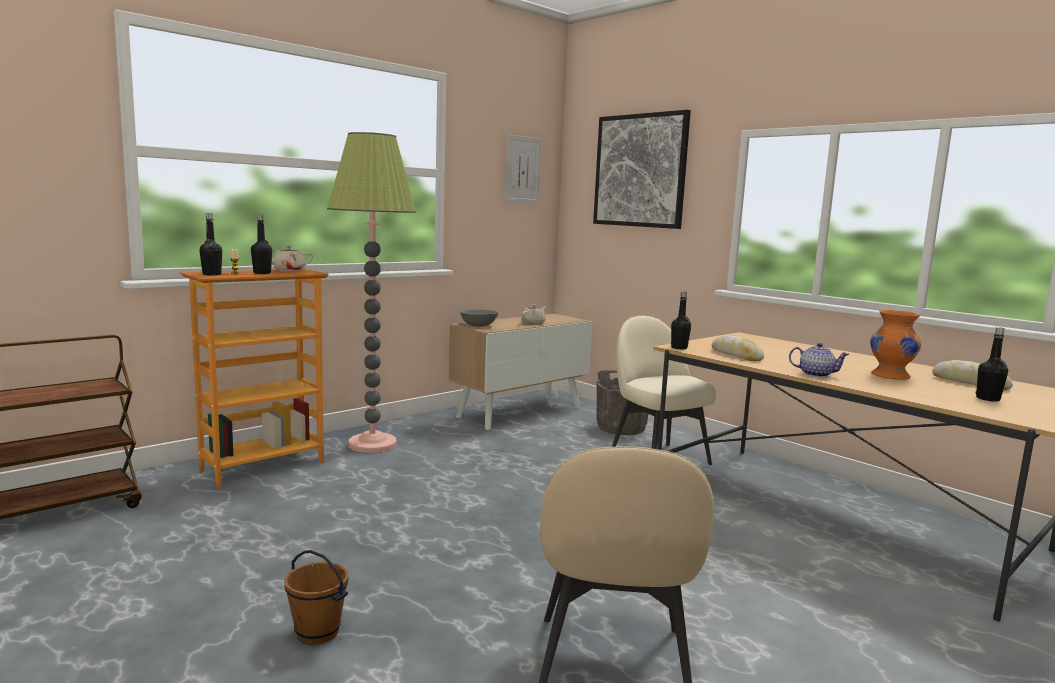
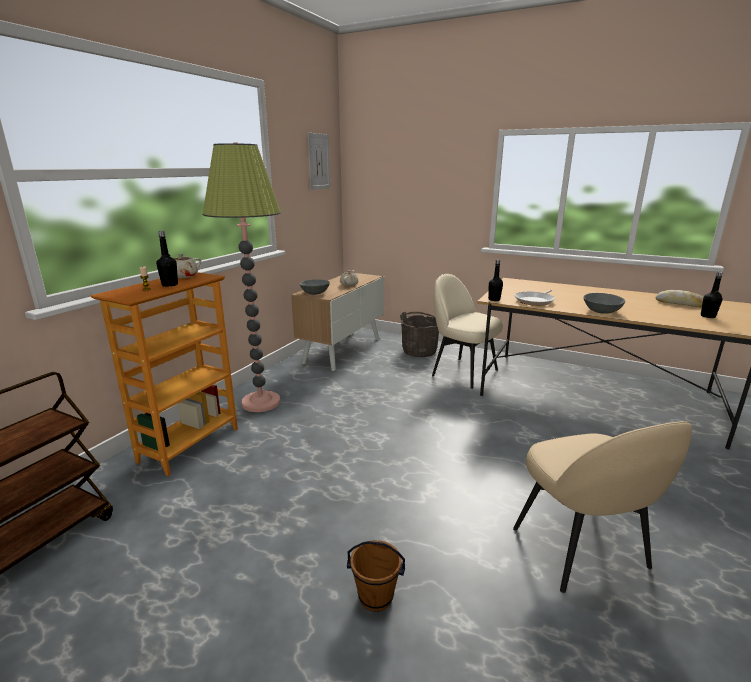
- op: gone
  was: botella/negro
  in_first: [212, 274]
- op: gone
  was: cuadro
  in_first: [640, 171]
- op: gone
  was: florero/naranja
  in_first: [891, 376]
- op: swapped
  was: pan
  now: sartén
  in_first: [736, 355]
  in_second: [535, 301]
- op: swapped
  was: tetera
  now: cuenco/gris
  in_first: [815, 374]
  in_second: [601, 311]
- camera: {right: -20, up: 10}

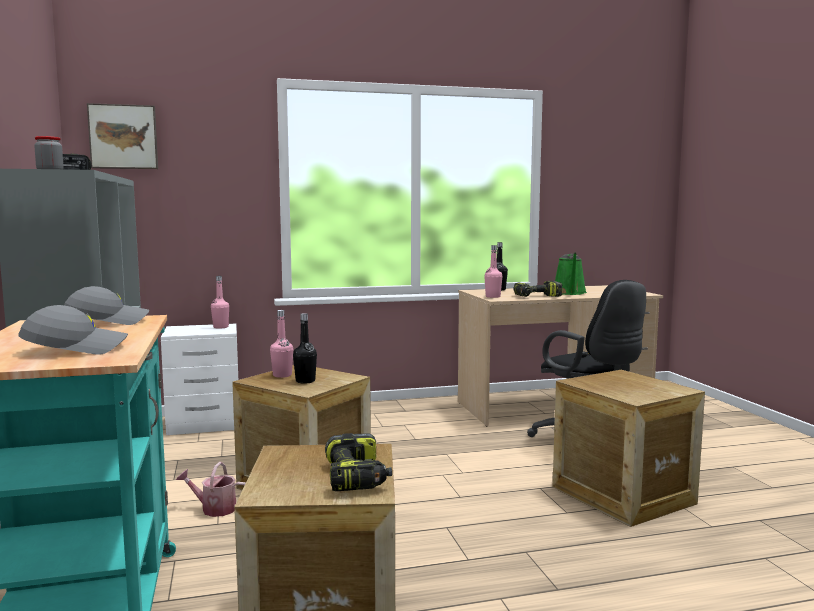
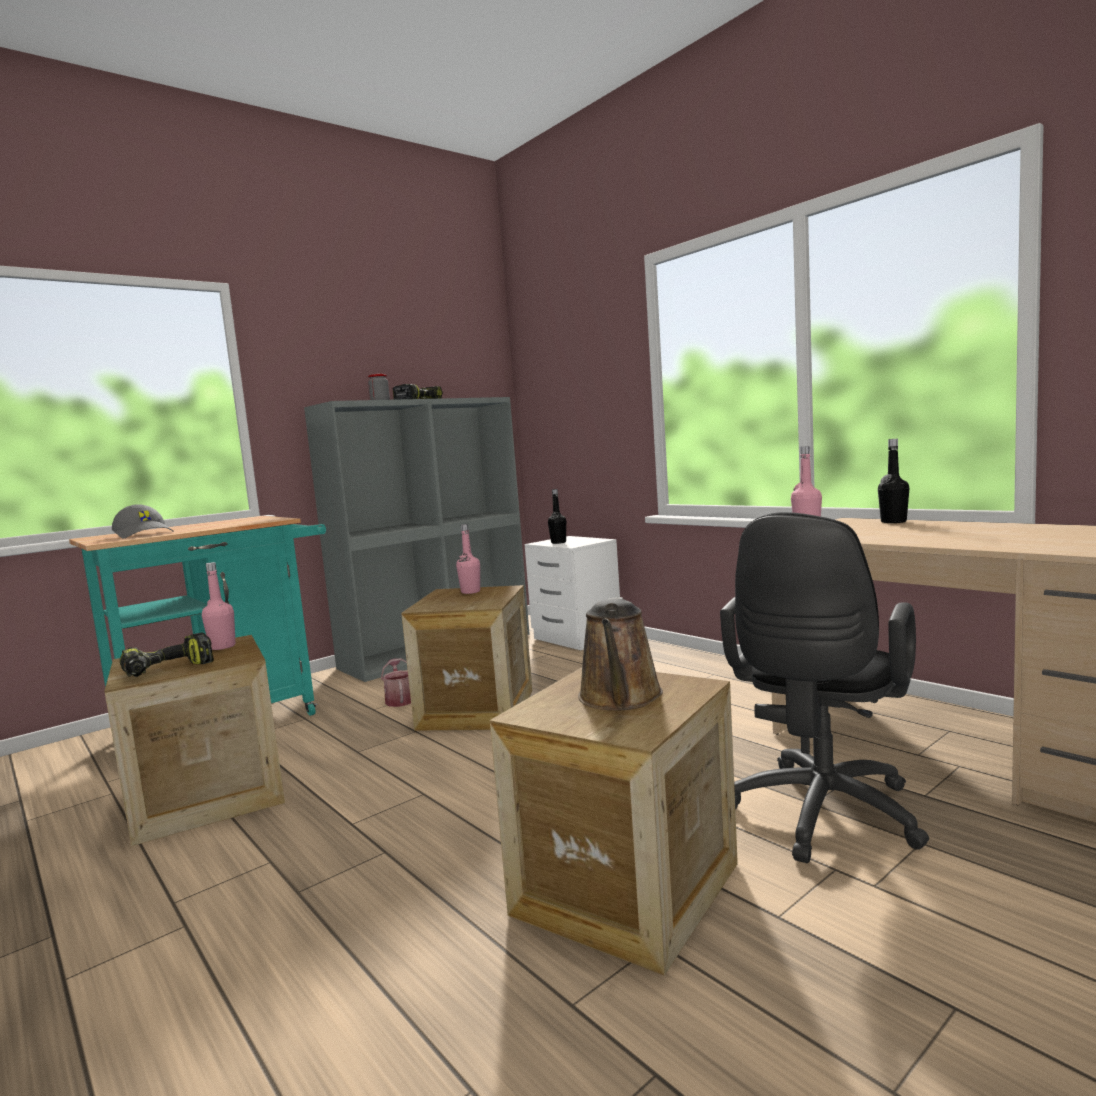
- op: gone
  was: gorra/gris
  in_first: [108, 321]
- op: gone
  was: cuadro
  in_first: [123, 137]
- op: gone
  was: taladro
  in_first: [537, 297]
- op: gone
  was: regadera/verde
  in_first: [570, 293]
- op: new
  now: regadera/marrón
  in_second: [620, 698]
- op: shifted
  was: botella/rosa
  in_first: [220, 327]
  in_second: [222, 647]
- op: shifted
  was: botella/negro
  in_first: [305, 381]
  in_second: [558, 542]
- camera: {right: 65, up: 0}

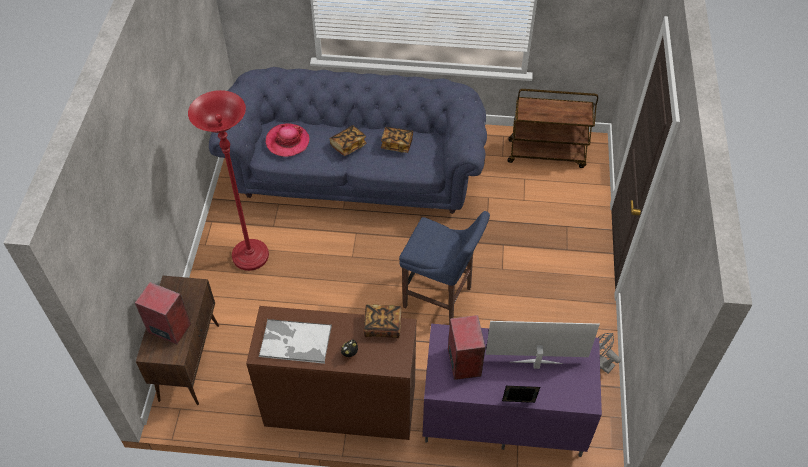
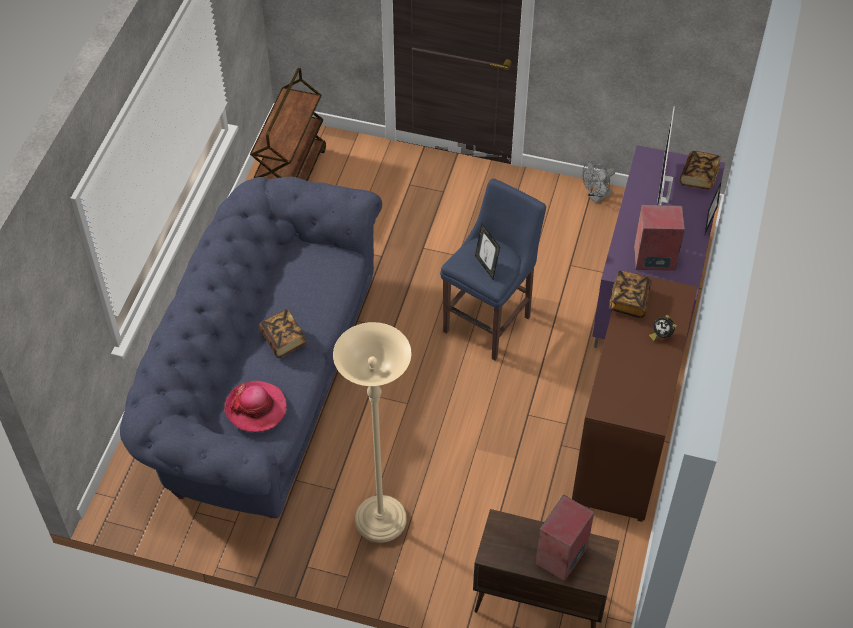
- op: gone
  was: bandeja
  in_first: [295, 341]
- op: new
  now: portarretratos
  in_second: [486, 266]
- op: shifted
  was: libro
  in_first: [397, 144]
  in_second: [698, 177]
- op: repainted
  was: lámpara de pie/rojo
  now: lámpara de pie/beis
  in_first: [250, 256]
  in_second: [381, 520]
- camera: {right: -80, up: 0}

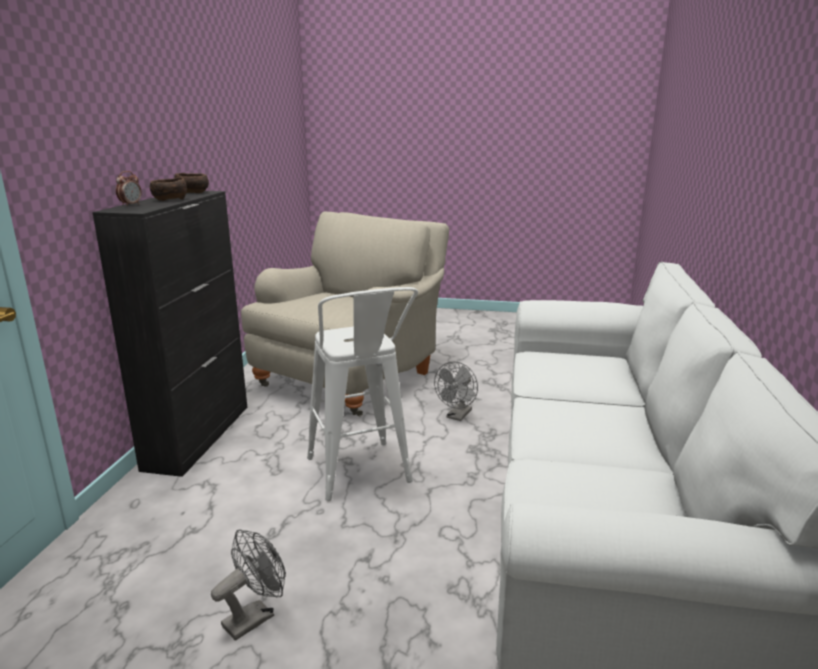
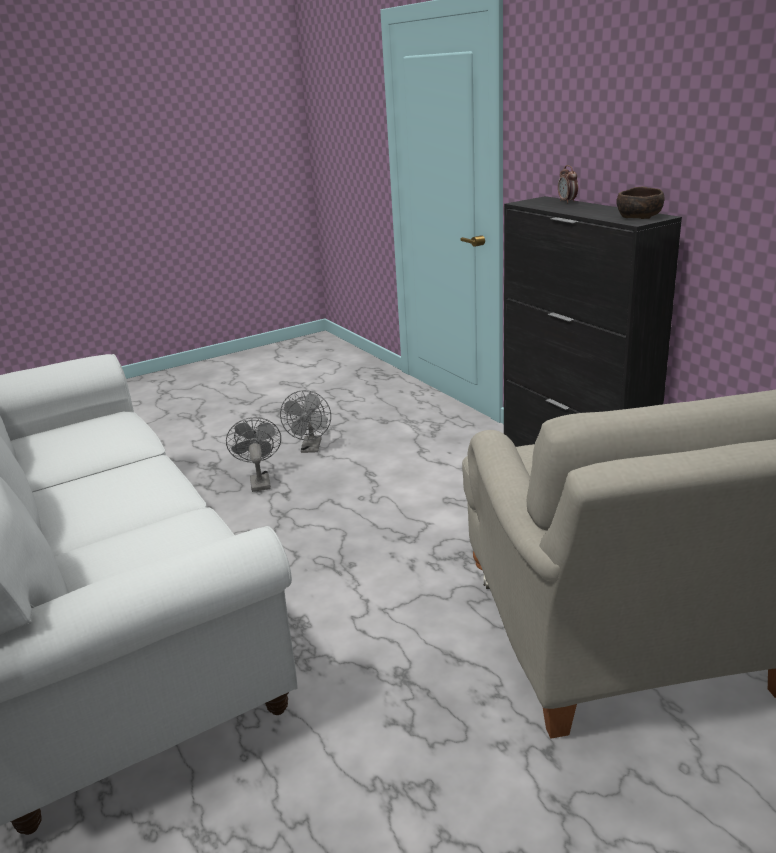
- op: gone
  was: cuenco/marrón
  in_first: [169, 199]
- op: gone
  was: taburete/blanco
  in_first: [361, 477]
- op: shifted
  was: ventilador/gris
  in_first: [457, 416]
  in_second: [259, 481]
- camera: {right: 140, up: 5}

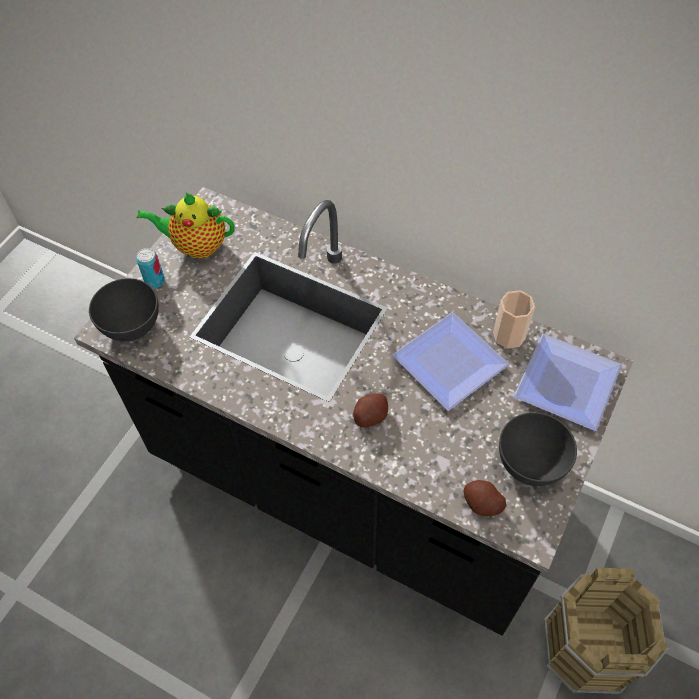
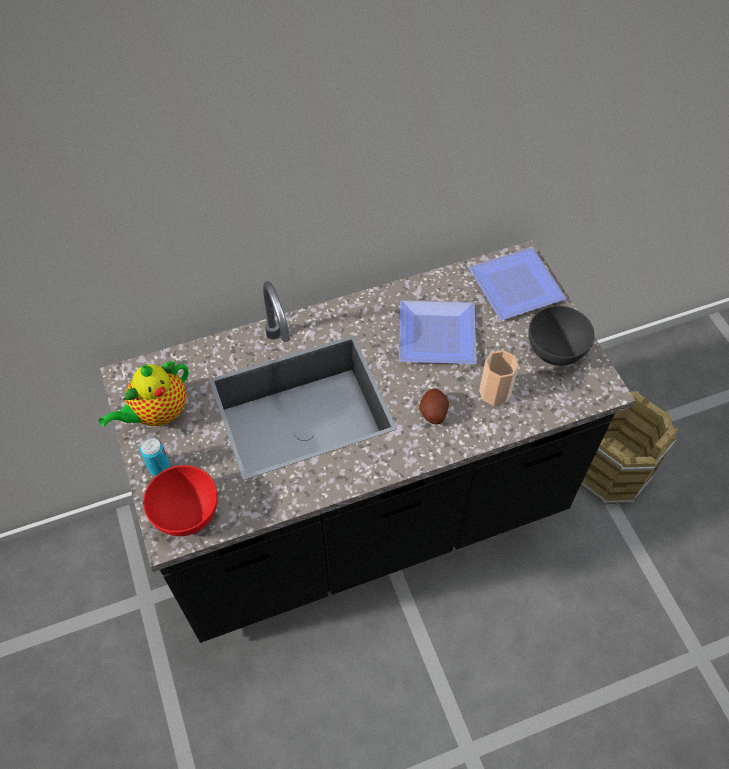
- op: gone
  was: patata
  in_first: [482, 504]
- op: shifted
  was: taza
  in_first: [509, 335]
  in_second: [495, 393]
- op: repainted
  was: cuenco/gris
  now: cuenco/rojo
  in_first: [132, 326]
  in_second: [187, 514]
- camera: {right: -50, up: 0}

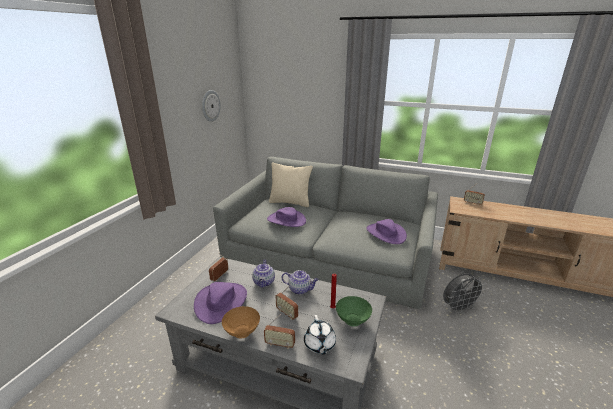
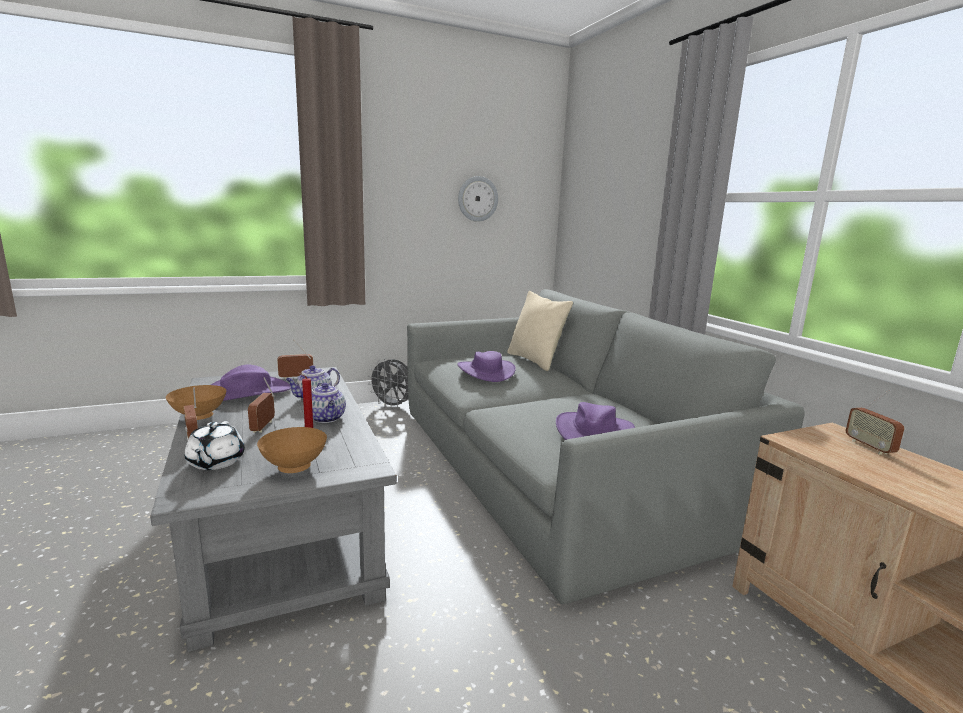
- op: shifted
  was: ventilador/gris
  in_first: [458, 308]
  in_second: [393, 406]
- op: repainted
  was: cuenco/verde
  now: cuenco/marrón
  in_first: [352, 320]
  in_second: [295, 468]
- op: rotated
  was: tetera/blanco
  in_first: [319, 344]
  in_second: [215, 462]
  clockwise: -45
- camera: {right: 45, up: -10}

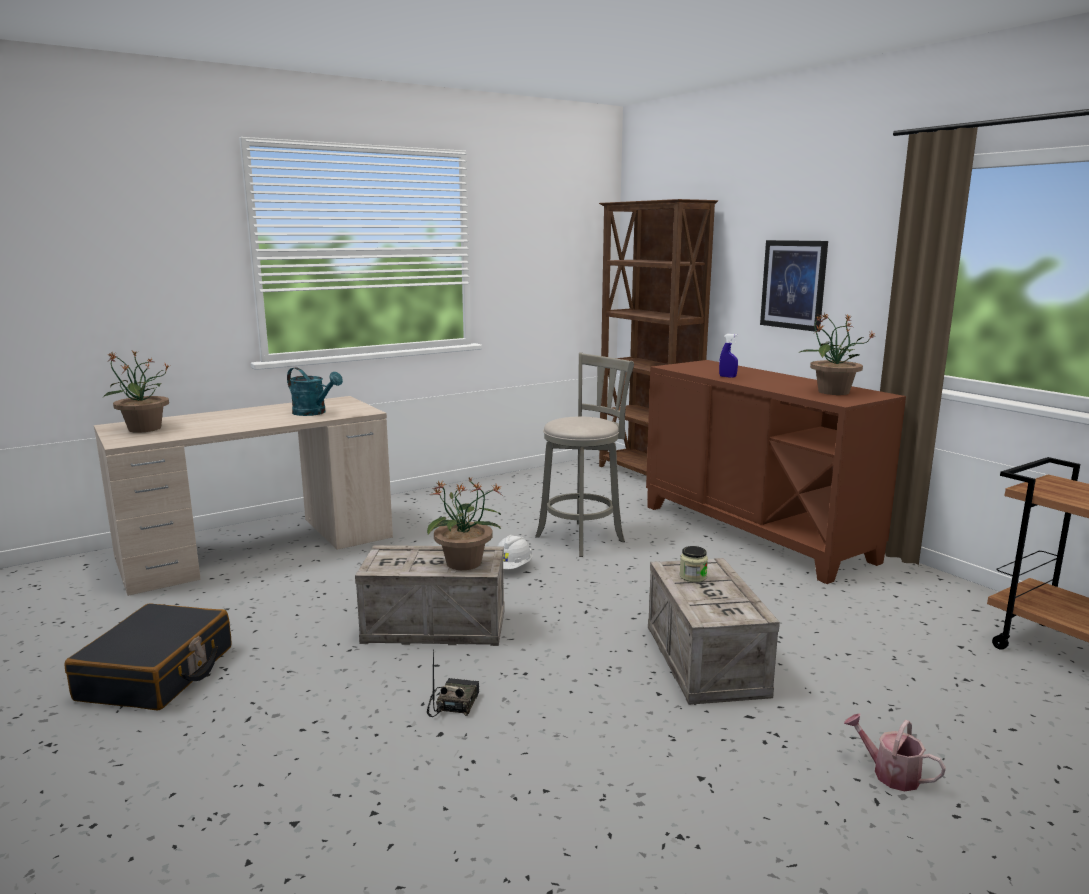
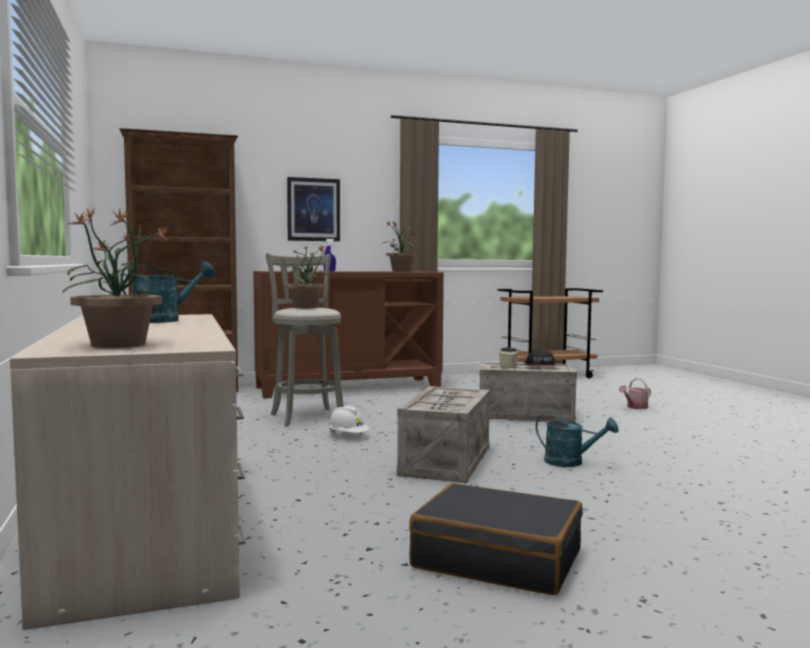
- op: new
  now: gorra
  in_second: [541, 367]
- op: shifted
  was: planta en maceta
  in_first: [465, 563]
  in_second: [306, 307]
- op: swapped
  was: radio
  now: regadera/turquesa
  in_first: [453, 704]
  in_second: [571, 462]
- camera: {right: -75, up: -10}

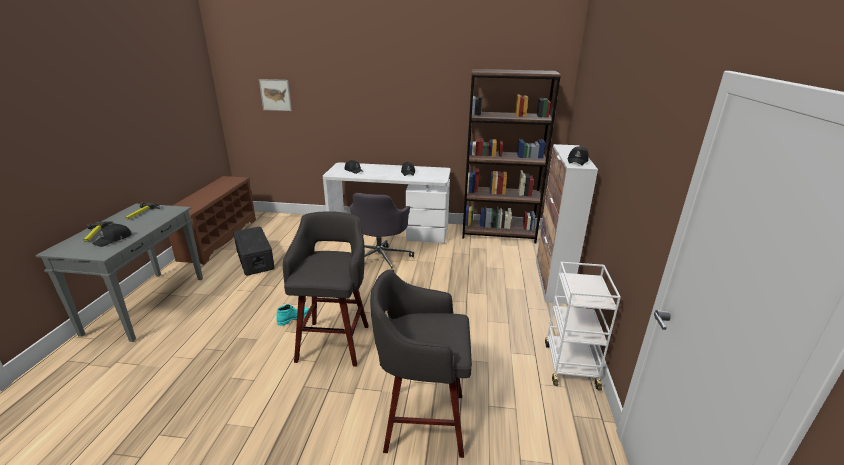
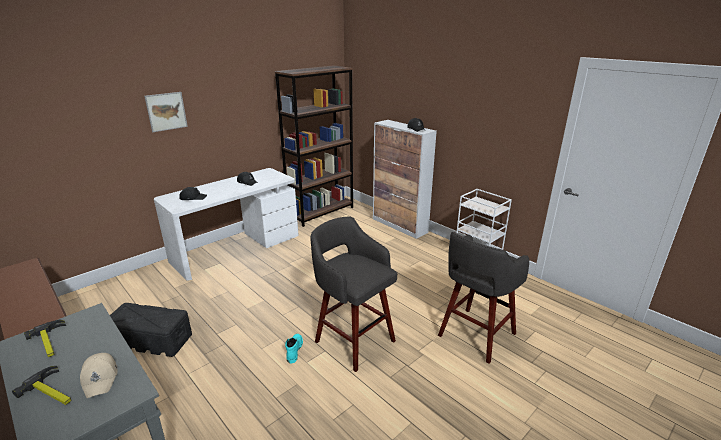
- op: gone
  was: silla de oficina/gris
  in_first: [380, 259]
- op: shifted
  was: cuadro
  in_first: [275, 95]
  in_second: [166, 111]
- op: repainted
  was: gorra/negro
  now: gorra/beis
  in_first: [113, 239]
  in_second: [100, 378]
- camera: {right: -50, up: 0}

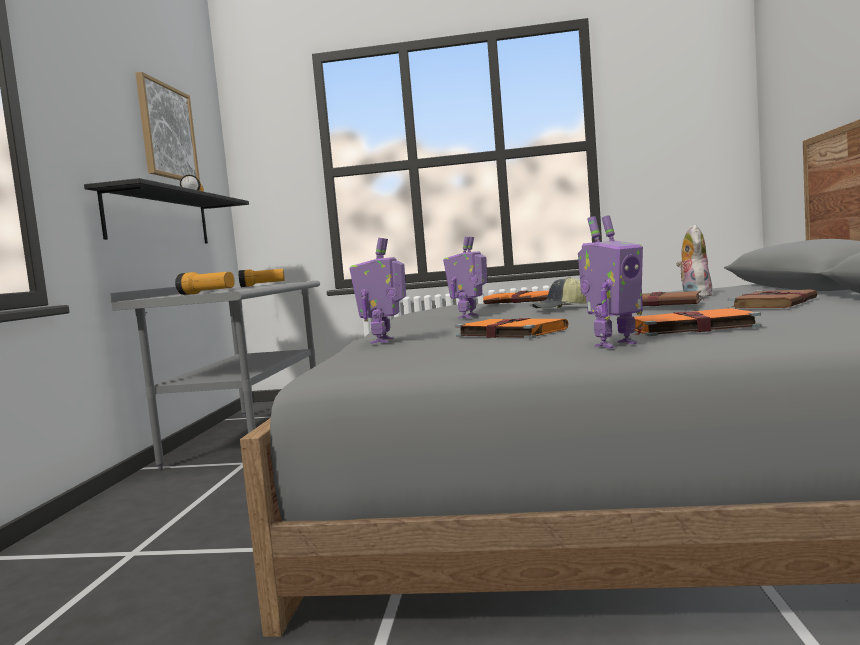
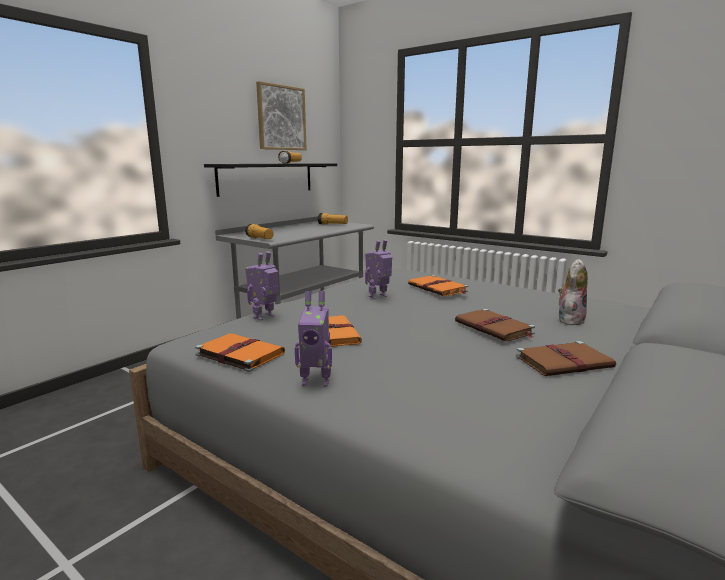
- op: gone
  was: gorra
  in_first: [561, 308]
- op: shifted
  was: libro/naranja
  in_first: [688, 327]
  in_second: [239, 354]
- camera: {right: 30, up: 10}

